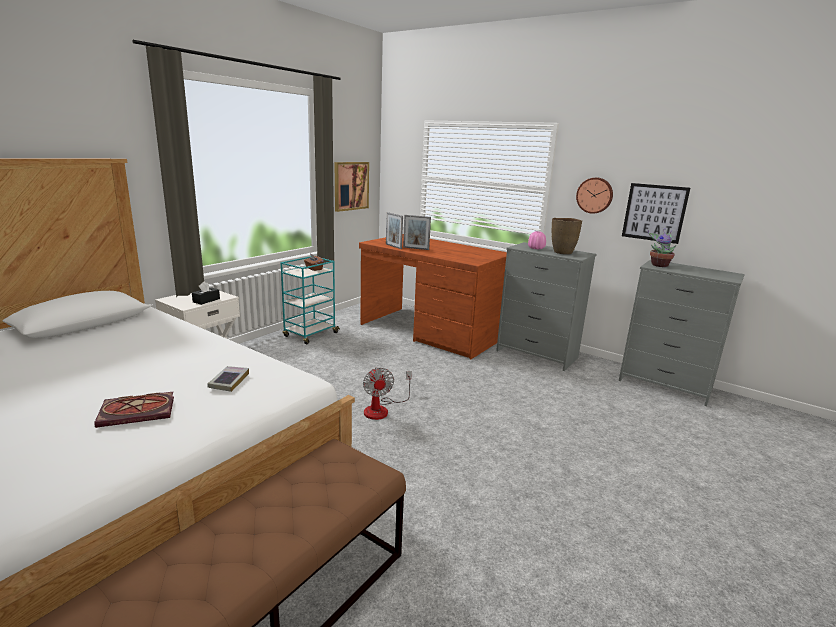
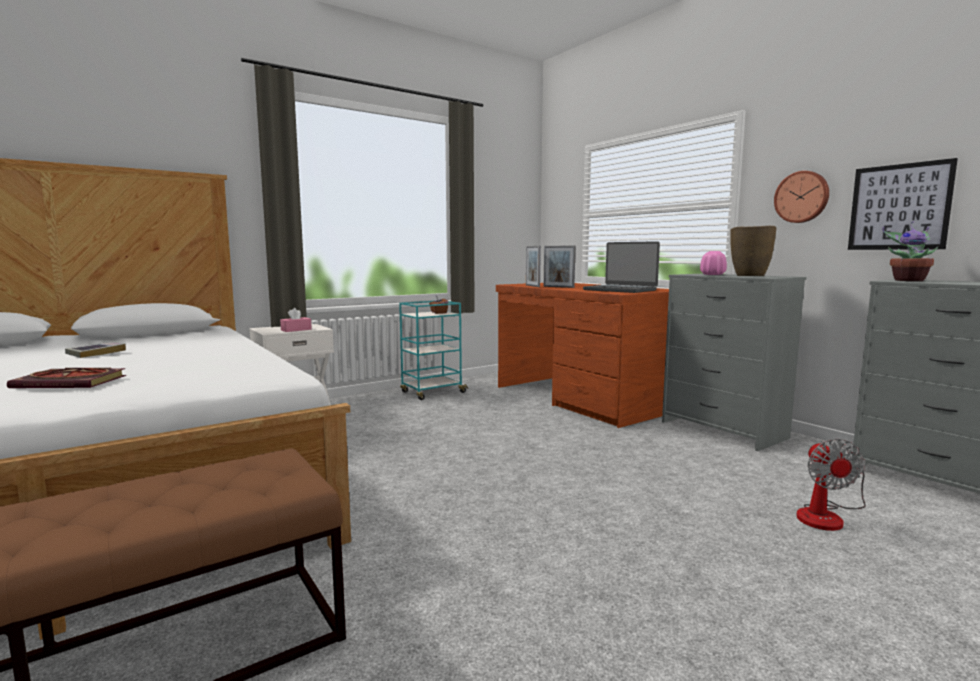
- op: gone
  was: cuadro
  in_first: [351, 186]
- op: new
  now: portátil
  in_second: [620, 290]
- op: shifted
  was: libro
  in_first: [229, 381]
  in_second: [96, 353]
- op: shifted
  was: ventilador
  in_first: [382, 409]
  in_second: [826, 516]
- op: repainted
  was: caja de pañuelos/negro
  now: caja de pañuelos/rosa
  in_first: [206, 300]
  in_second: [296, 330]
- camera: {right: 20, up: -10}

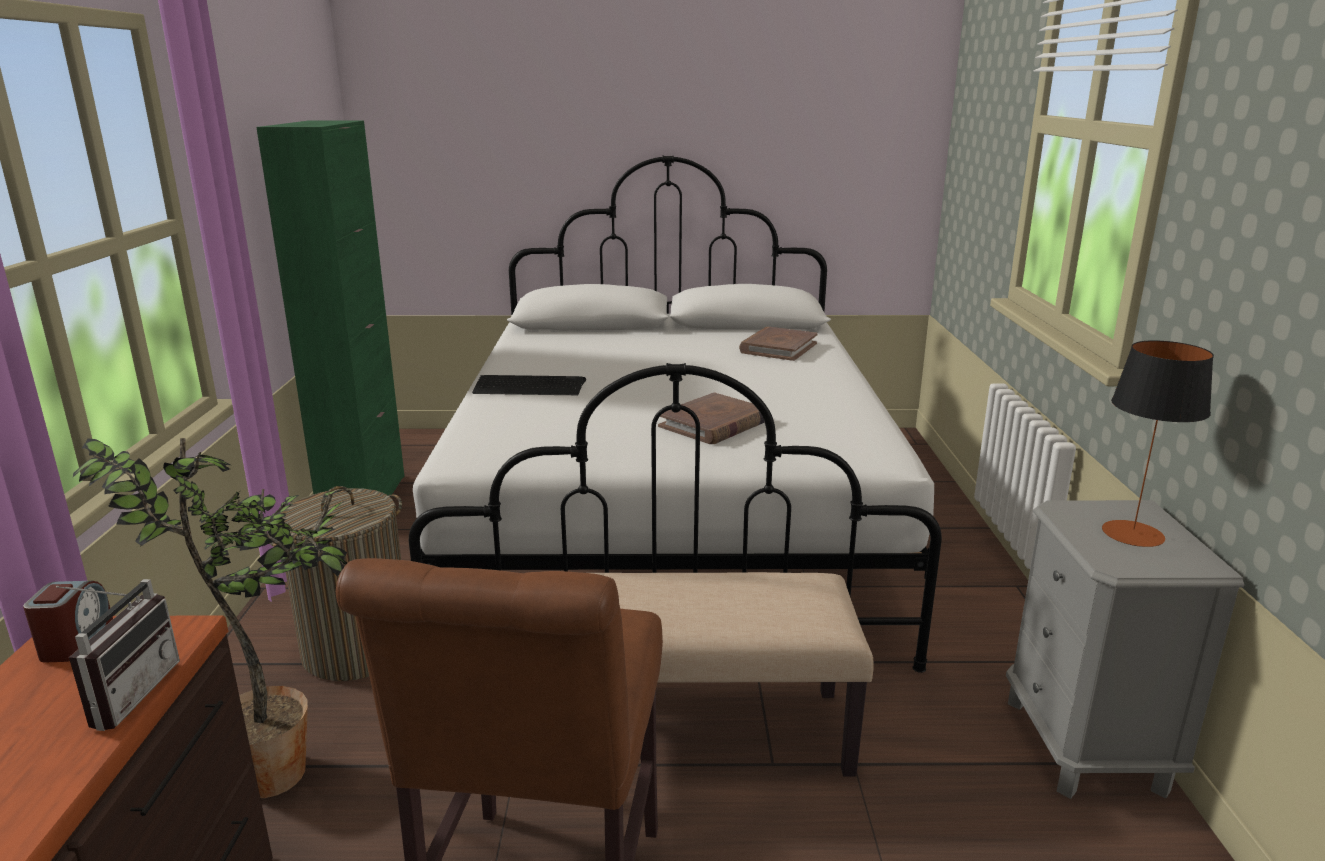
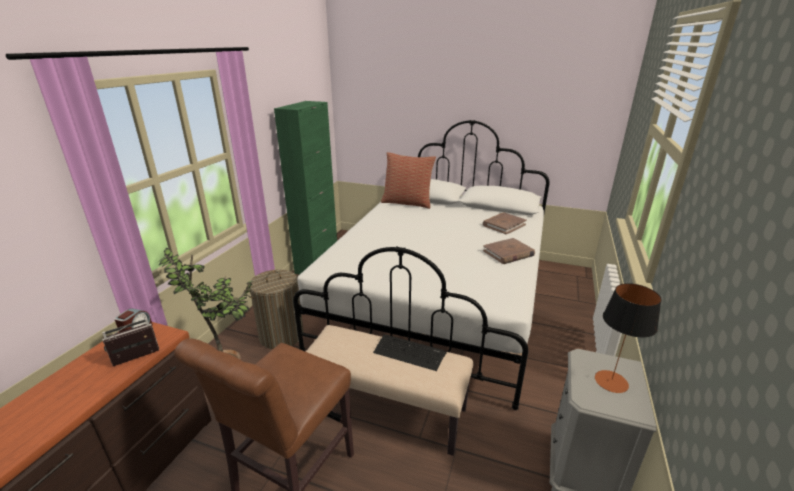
- op: new
  now: cojín
  in_second: [407, 203]
- op: shifted
  was: teclado
  in_first: [529, 387]
  in_second: [409, 352]
- op: shifted
  was: libro/marrón
  in_first: [714, 424]
  in_second: [508, 253]
- op: rotated
  was: radio
  in_first: [125, 693]
  in_second: [136, 359]
  clockwise: -150
- camera: {right: 20, up: 5}

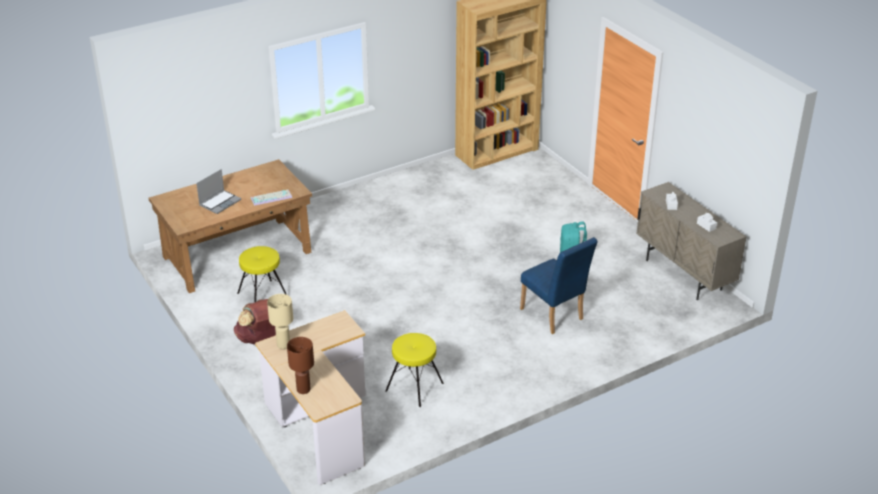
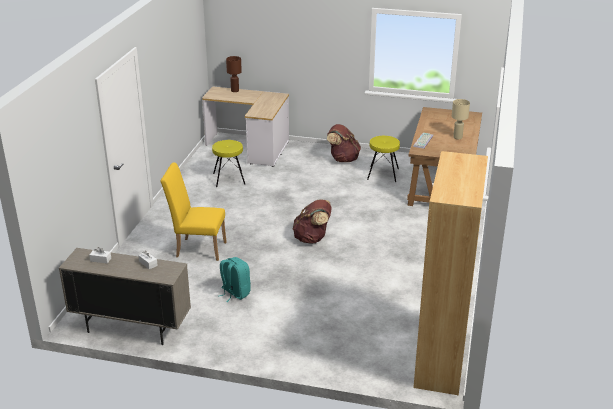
- op: gone
  was: portátil
  in_first: [220, 202]
- op: new
  now: mochila/marrón
  in_second: [312, 238]
- op: shifted
  was: lámpara de mesa/beis
  in_first: [283, 345]
  in_second: [457, 137]
- op: repainted
  was: silla/azul
  now: silla/amarillo
  in_first: [554, 316]
  in_second: [197, 248]
- camera: {right: 135, up: -5}

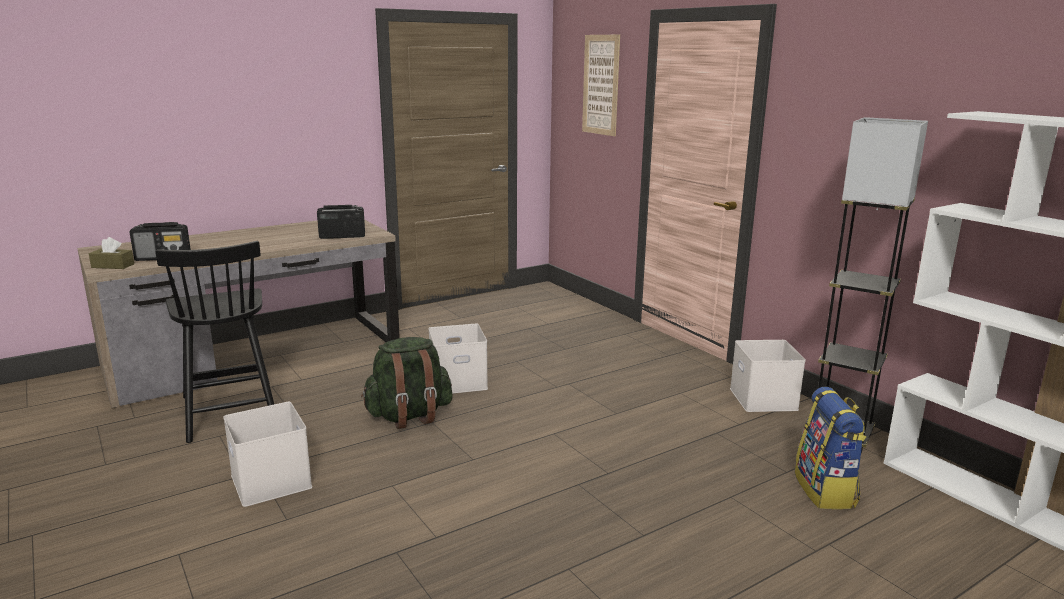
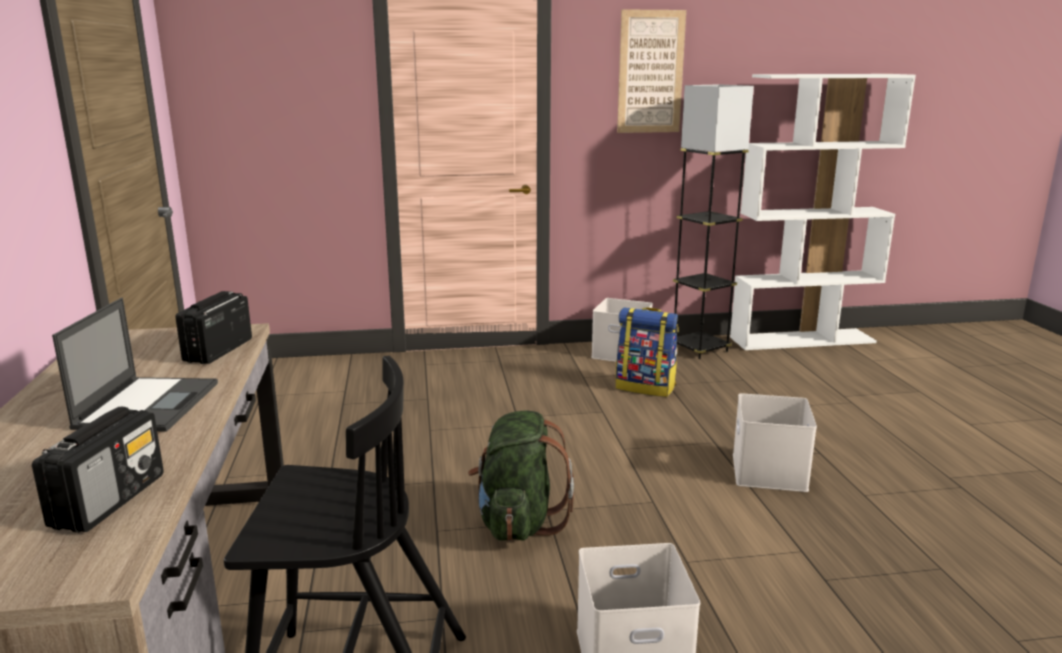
- op: gone
  was: caja de pañuelos/marrón
  in_first: [113, 266]
- op: new
  now: portátil
  in_second: [149, 404]
- op: shifted
  was: caja de almacenaje/blanco
  in_first: [459, 381]
  in_second: [767, 471]
- op: shifted
  was: cuadro
  in_first: [601, 85]
  in_second: [650, 72]
- op: shifted
  was: mochila
  in_first: [826, 490]
  in_second: [646, 387]
- camera: {right: -65, up: 0}

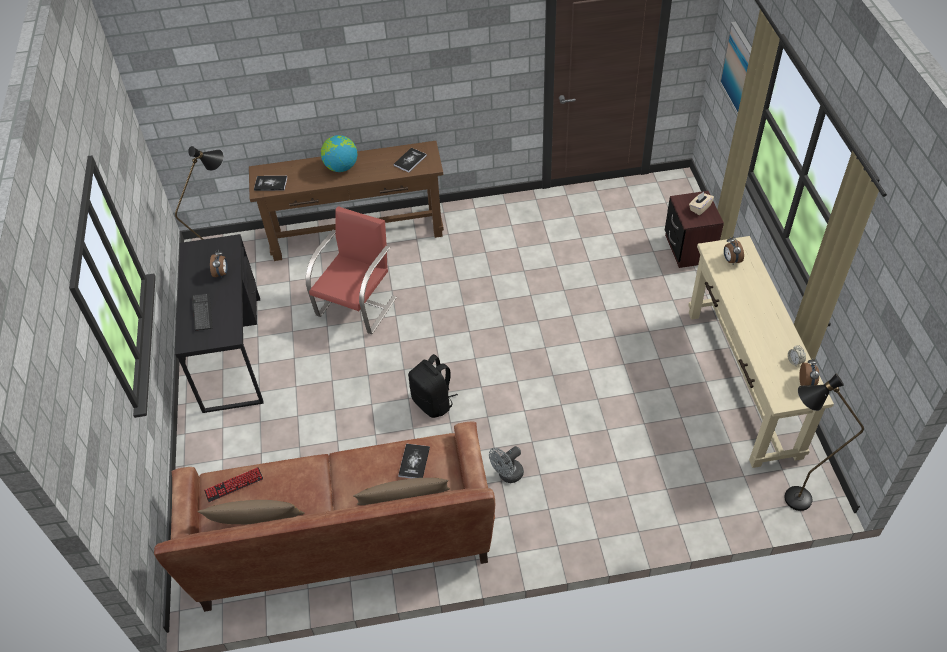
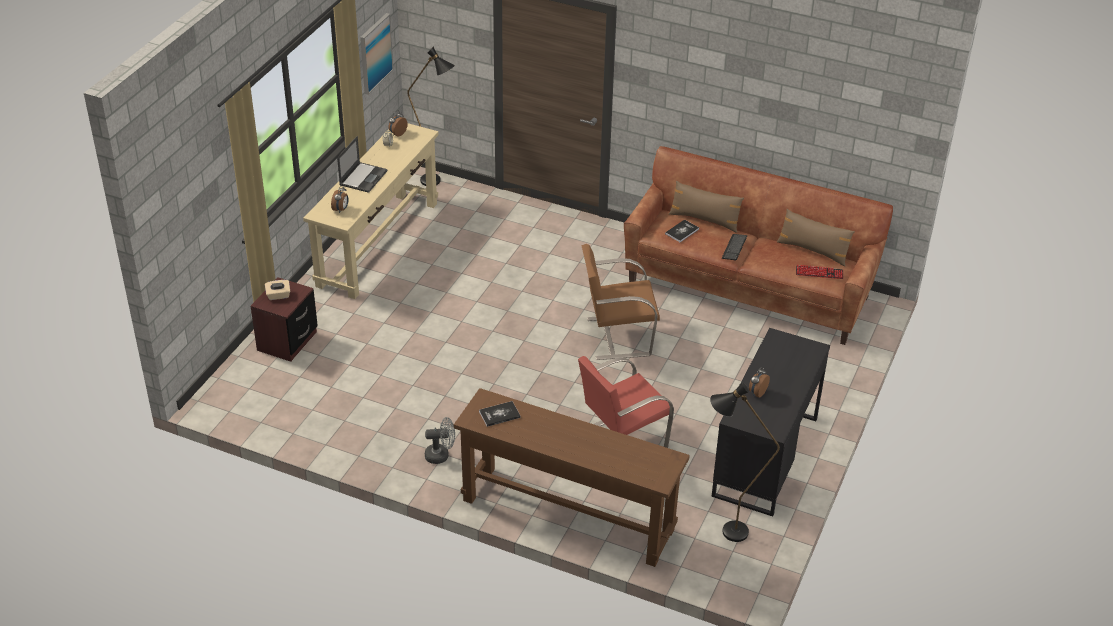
- op: gone
  was: libro
  in_first: [271, 184]
- op: gone
  was: globo terráqueo
  in_first: [341, 167]
- op: new
  now: portátil
  in_second: [363, 177]
- op: shifted
  was: teclado
  in_first: [202, 312]
  in_second: [734, 248]
- op: shifted
  was: ventilador/gris
  in_first: [507, 475]
  in_second: [441, 455]
- op: shifted
  was: cuadro
  in_first: [739, 69]
  in_second: [375, 53]
- op: swapped
  was: mochila/negro
  now: silla/marrón
  in_first: [433, 402]
  in_second: [617, 336]
- camera: {right: -150, up: -10}

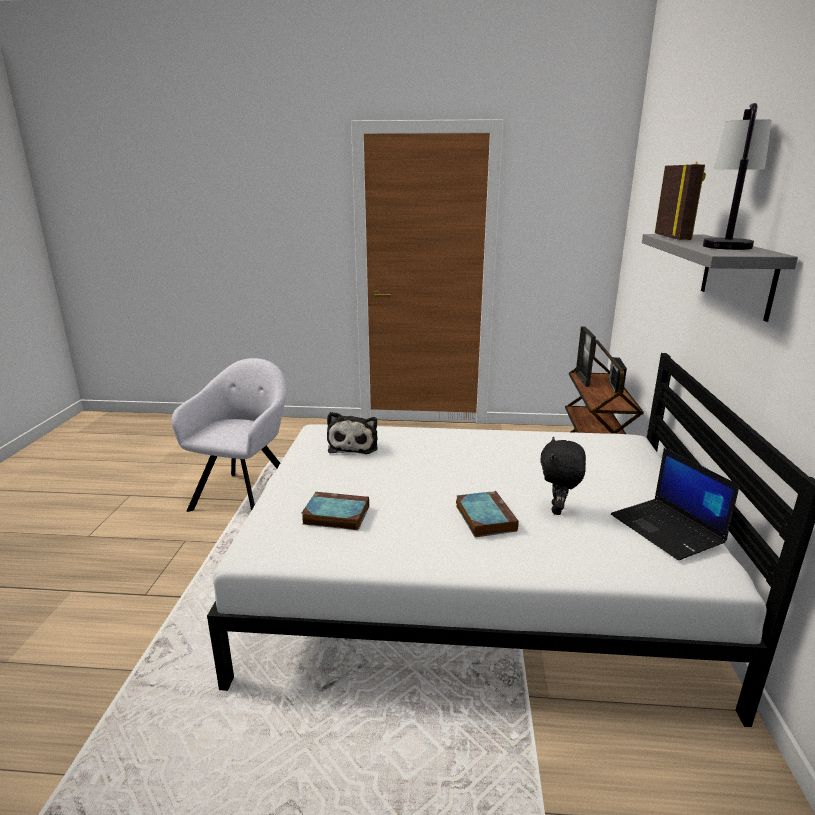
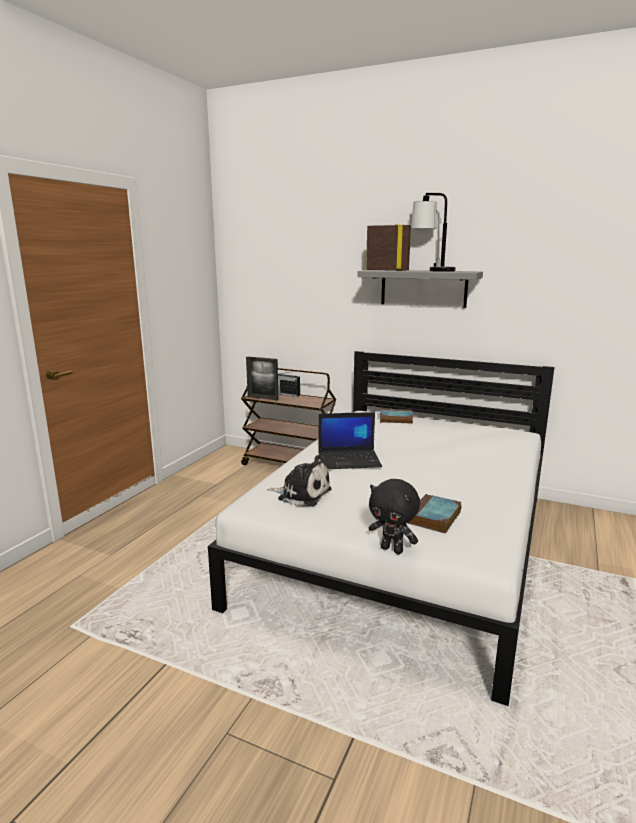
- op: gone
  was: sillón/gris
  in_first: [246, 494]
- op: shifted
  was: libro
  in_first: [484, 517]
  in_second: [395, 419]
- op: shifted
  was: peluche/negro
  in_first: [558, 510]
  in_second: [392, 549]
- op: shifted
  was: portátil
  in_first: [668, 529]
  in_second: [349, 460]
- camera: {right: -70, up: -5}

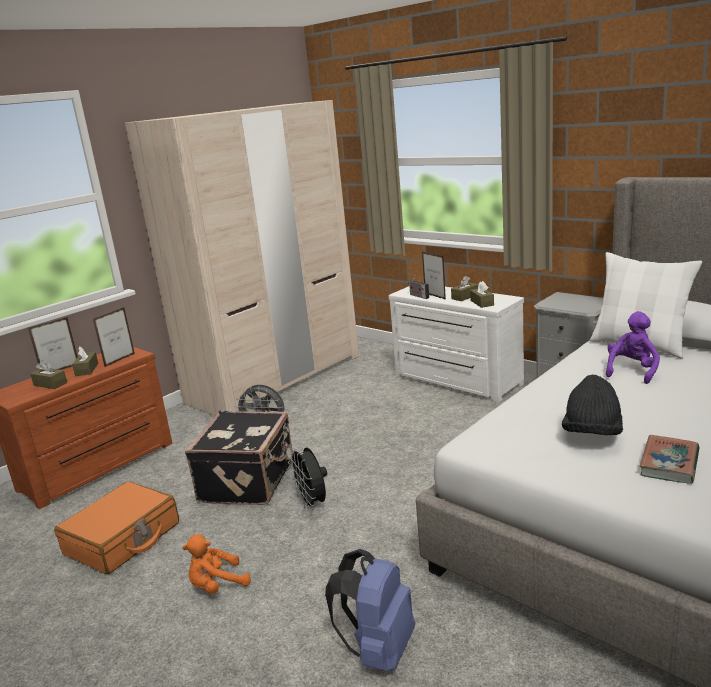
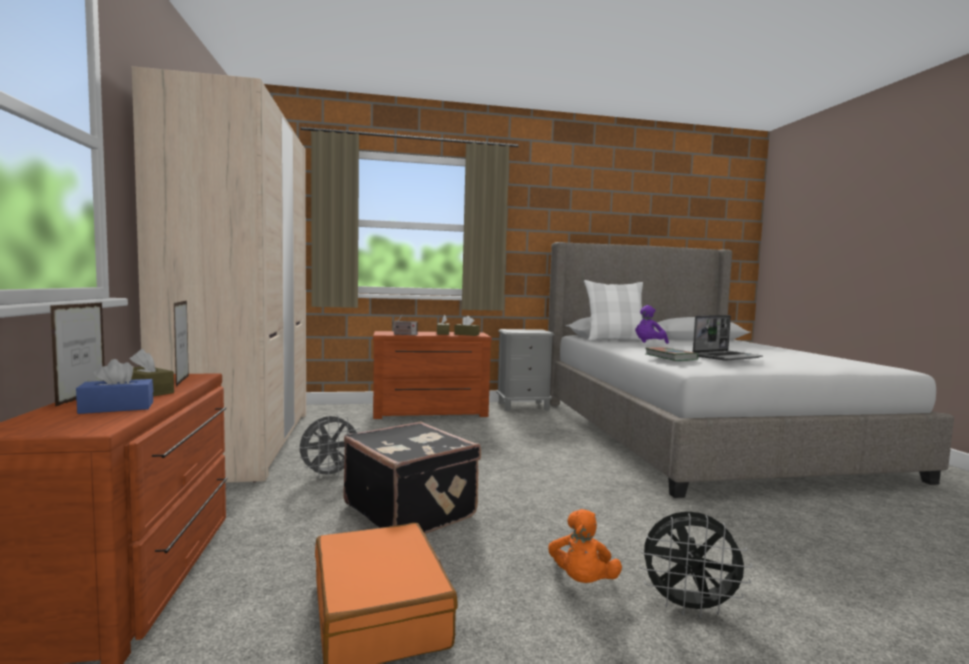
- op: gone
  was: mochila/azul
  in_first: [378, 650]
- op: gone
  was: portarretratos
  in_first: [435, 296]
- op: shifted
  was: ventilador/negro
  in_first: [312, 503]
  in_second: [689, 607]
- op: shifted
  was: libro
  in_first: [669, 463]
  in_second: [670, 357]
- op: swapped
  was: sombrero/negro
  now: portátil
  in_first: [592, 434]
  in_second: [726, 357]
- op: repainted
  was: caja de pañuelos/marrón
  now: caja de pañuelos/azul
  in_first: [50, 384]
  in_second: [117, 408]
- op: repainted
  was: cómoda/blanco
  now: cómoda/marrón
  in_first: [455, 380]
  in_second: [430, 413]
- op: rotated
  was: peluche/morado
  in_first: [632, 371]
  in_second: [649, 345]
  clockwise: -120
- camera: {right: -55, up: -15}

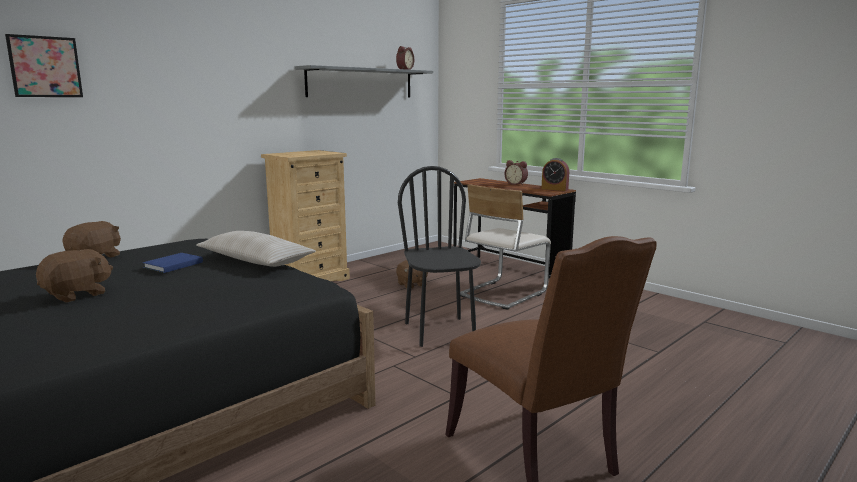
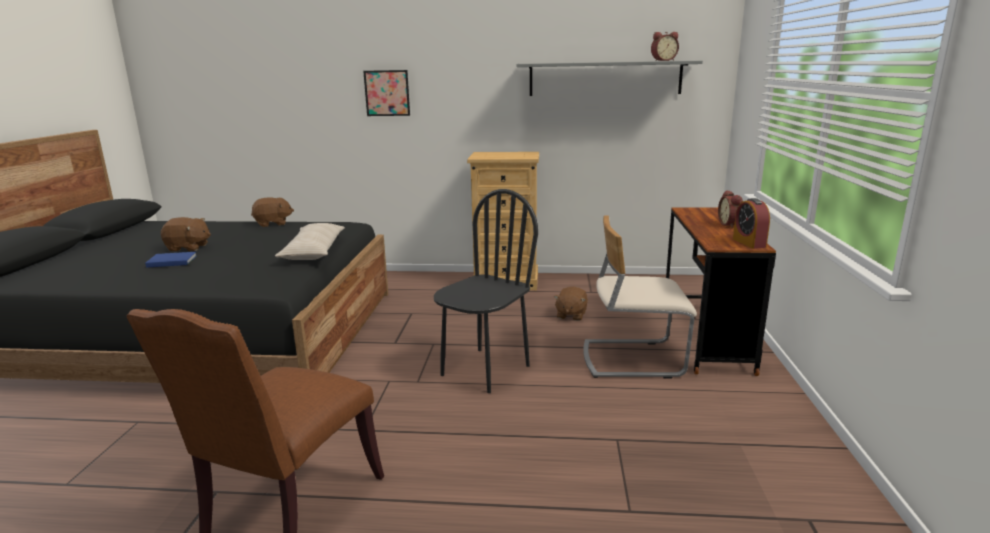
- op: shifted
  was: cuadro
  in_first: [45, 67]
  in_second: [387, 93]
- op: shifted
  was: libro/azul
  in_first: [172, 265]
  in_second: [171, 261]
- camera: {right: 50, up: 5}

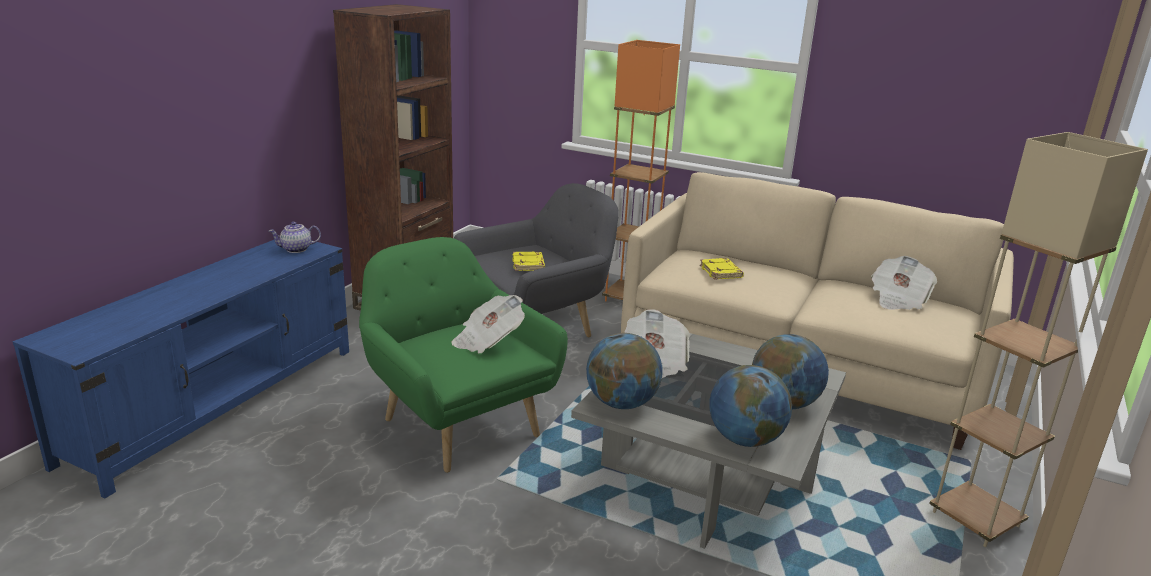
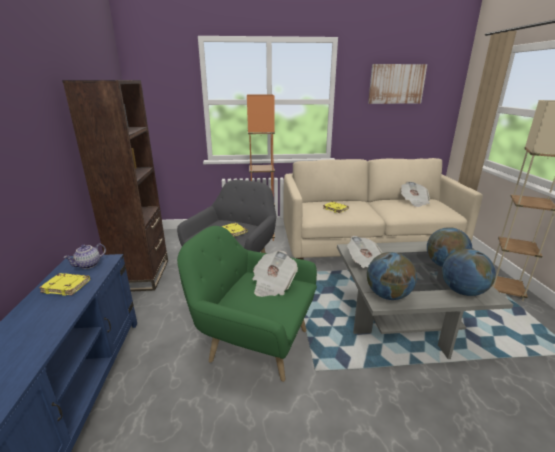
- op: new
  now: libro/amarillo
  in_second: [67, 286]
- op: new
  now: cuadro
  in_second: [396, 84]
- camera: {right: -30, up: 0}

